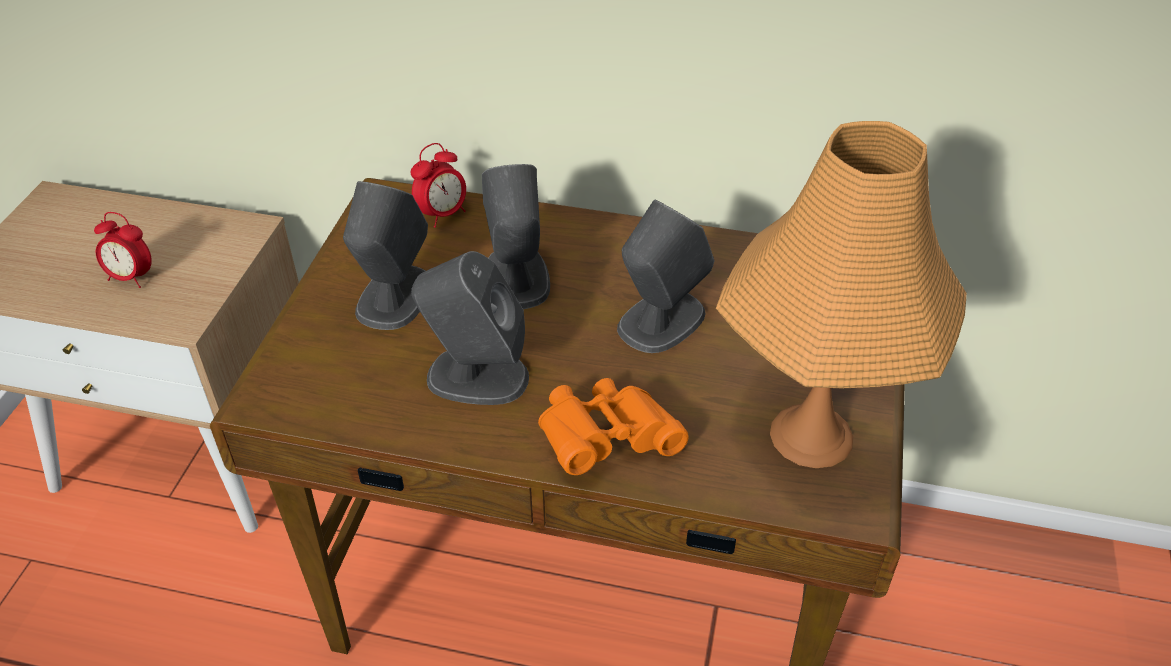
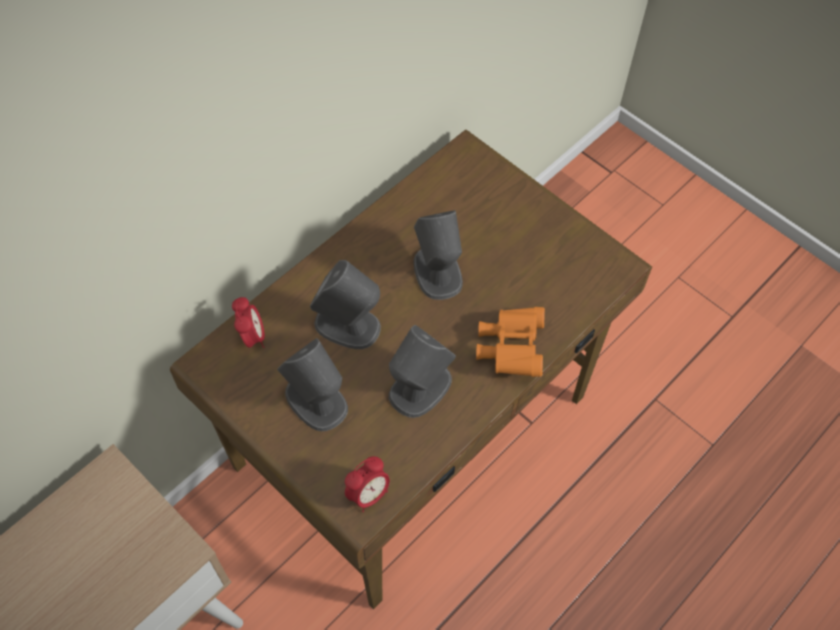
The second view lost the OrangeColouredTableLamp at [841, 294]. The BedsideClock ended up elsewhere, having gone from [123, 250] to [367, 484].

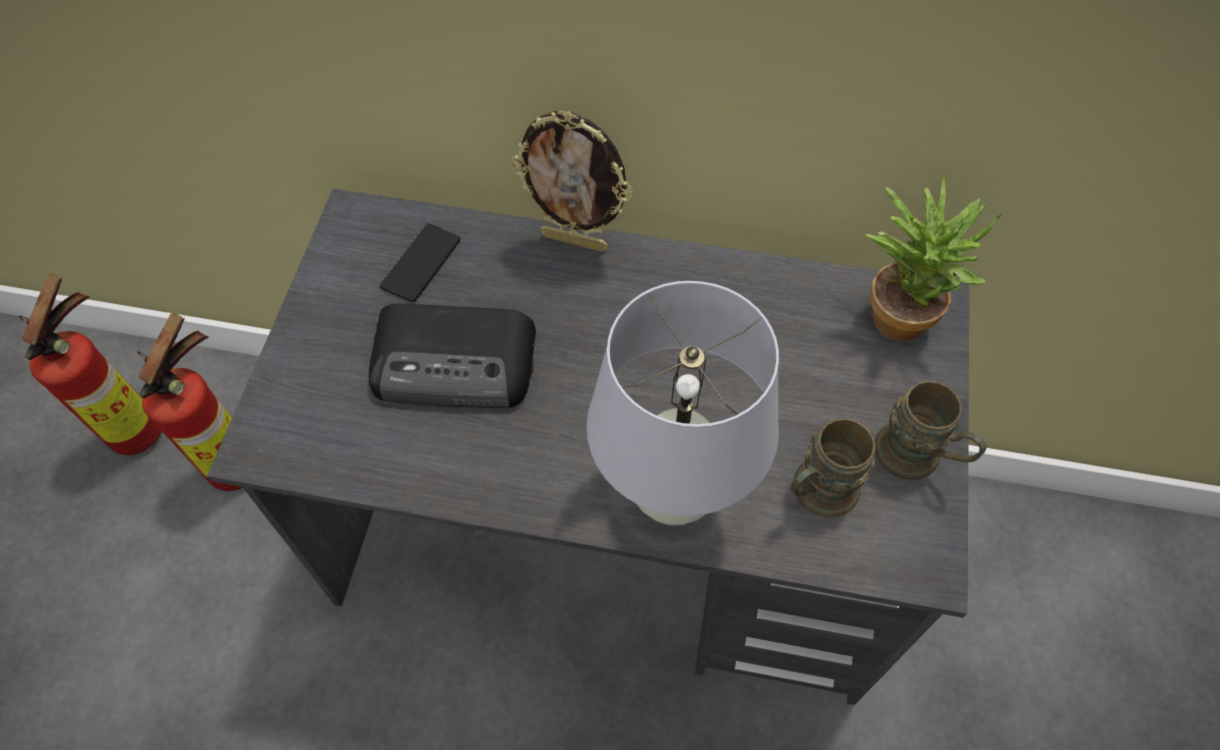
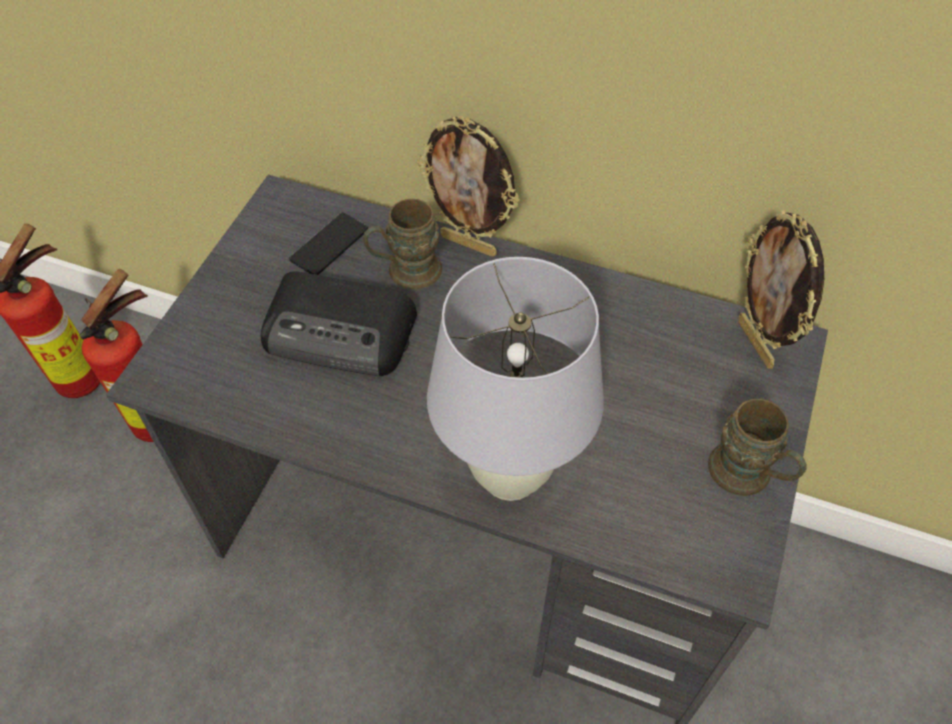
Where the PlantInAPot stood at [933, 258], the PictureFrame came to stand at [781, 289]. The BrownishCoffeeMug ended up elsewhere, having gone from [833, 468] to [402, 244].

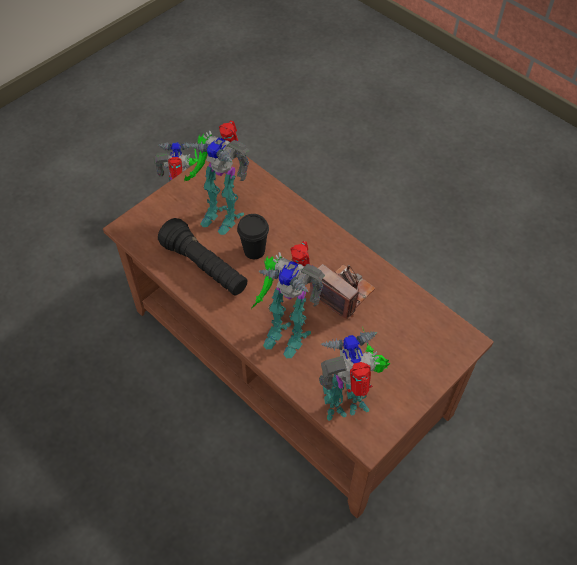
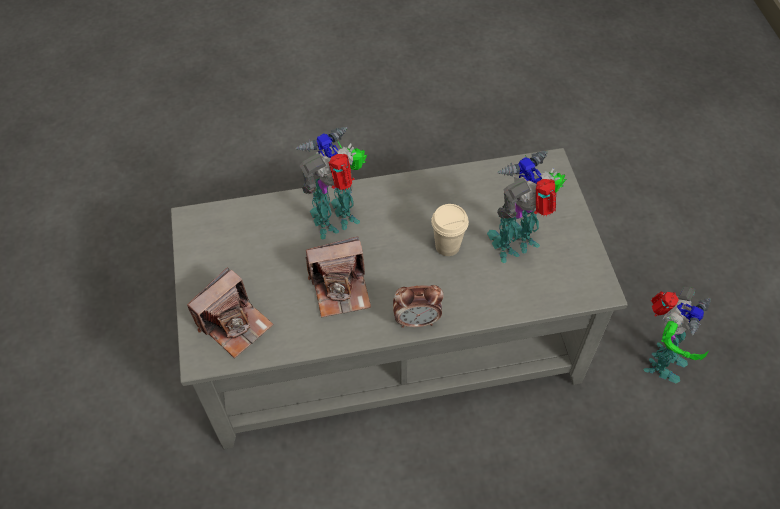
What was the BrownishCoffeeTable at [298, 336] turned into the GreyCoffeeTable at [399, 298]. What was the BlackSmallCup at [253, 236] turned into the BeigeColouredSmallCup at [450, 230]. The second view lost the BlackHandTorch at [203, 257]. The second view lost the ToyRobot at [355, 374]. The second view gained the PhotoCamera at [230, 312]. The second view gained the BedsideClock at [418, 306].

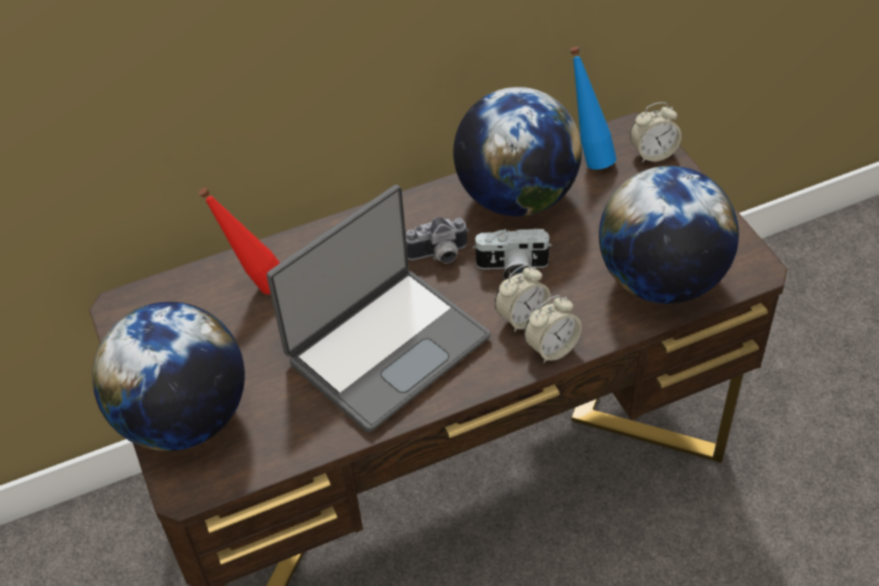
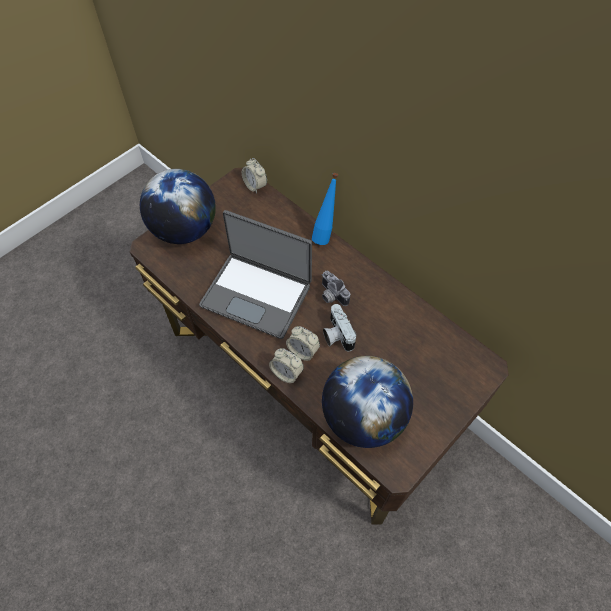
The BlueBeverageBottle ended up elsewhere, having gone from [593, 108] to [325, 209]. The second view lost the WorldGlobe at [517, 151]. The BedsideClock ended up elsewhere, having gone from [656, 132] to [254, 175]. The second view lost the ReddishBeverageBottle at [239, 240].

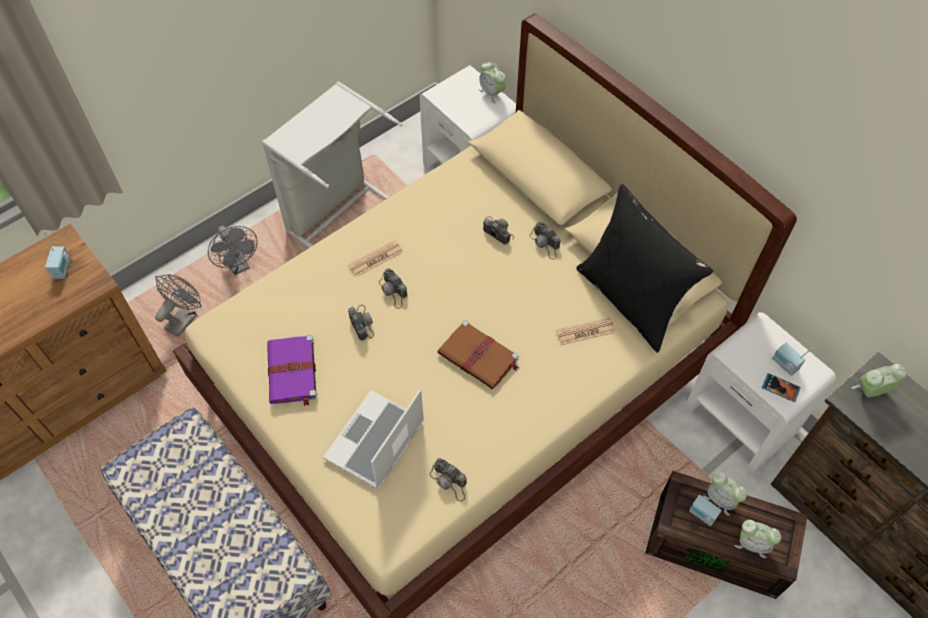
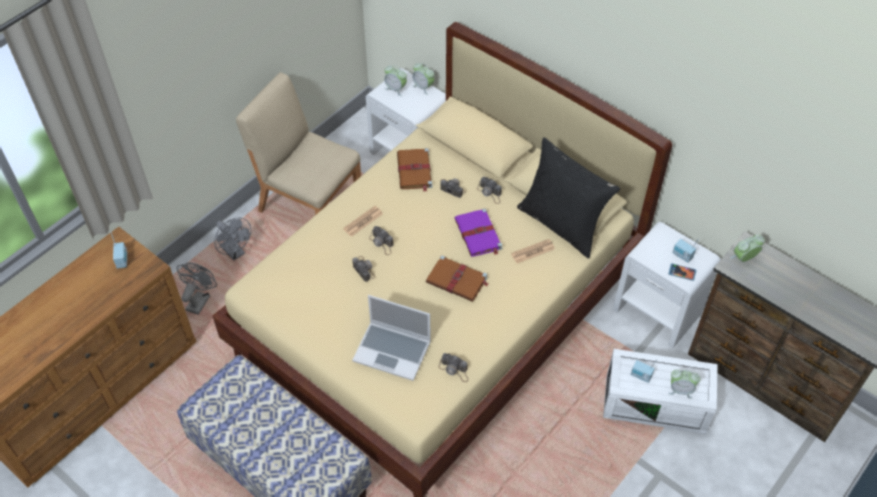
Where the GreyHamper stood at [332, 164], the BeigeColouredPlainChair came to stand at [298, 143]. The PurpleVolume ended up elsewhere, having gone from [292, 370] to [478, 233]. The Laptop at [373, 439] ended up facing another way, 90 degrees counterclockwise from before. What was the BrownishStorageBin at [726, 535] turned into the WhiteStorageBin at [660, 391]. The BedsideClock ended up elsewhere, having gone from [725, 494] to [395, 80]. The second view gained the BrownishVolume at [414, 170].

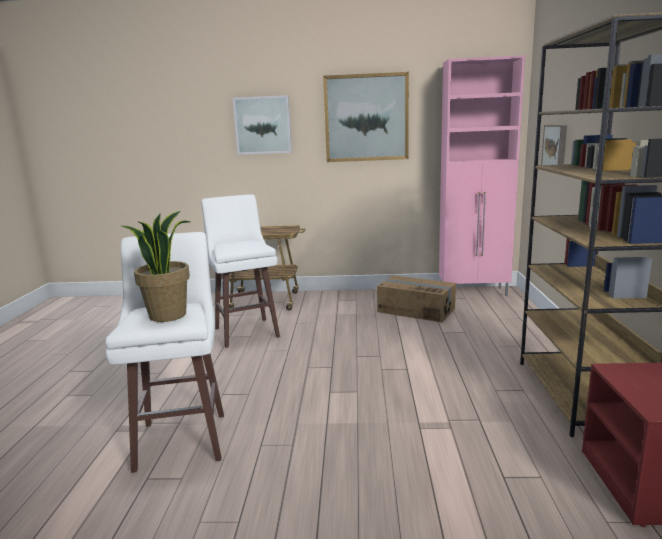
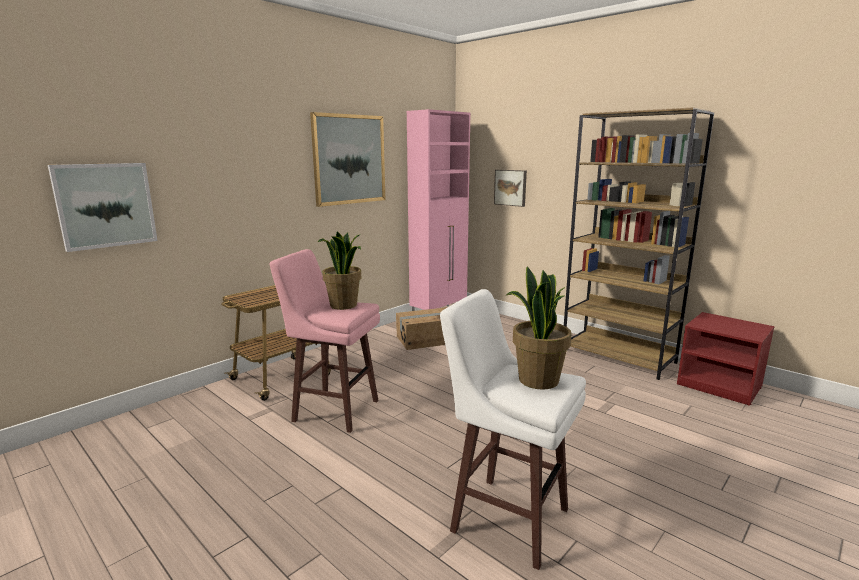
The Picture ended up elsewhere, having gone from [262, 125] to [103, 207]. What was the WhiteSittingStool at [240, 271] turned into the PinkishSittingStool at [325, 341]. The second view gained the PlantInAPot at [339, 270].

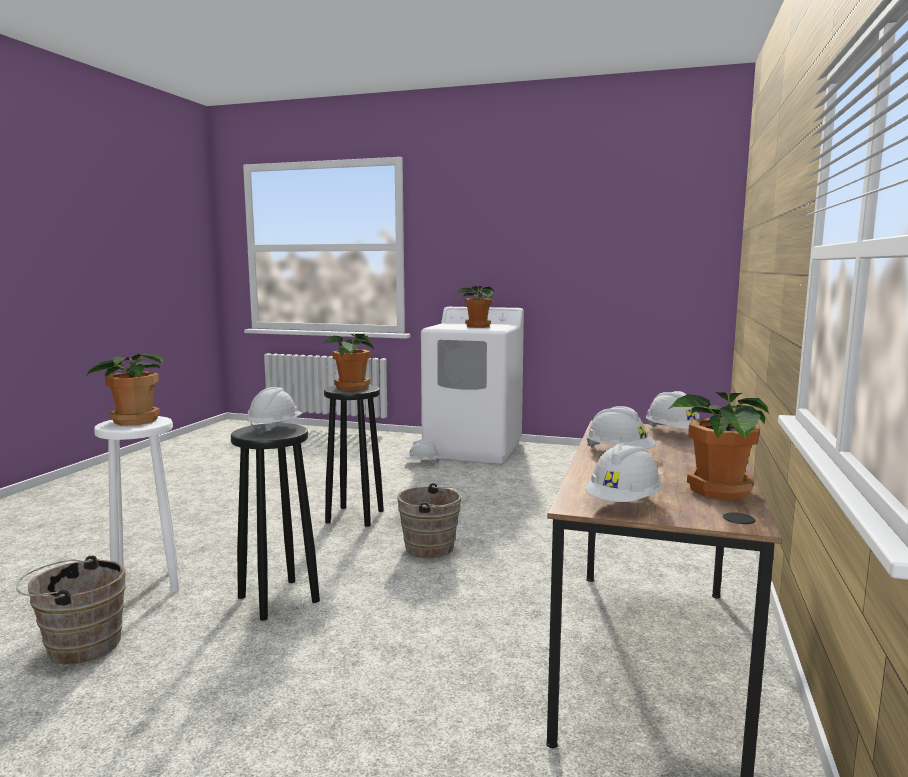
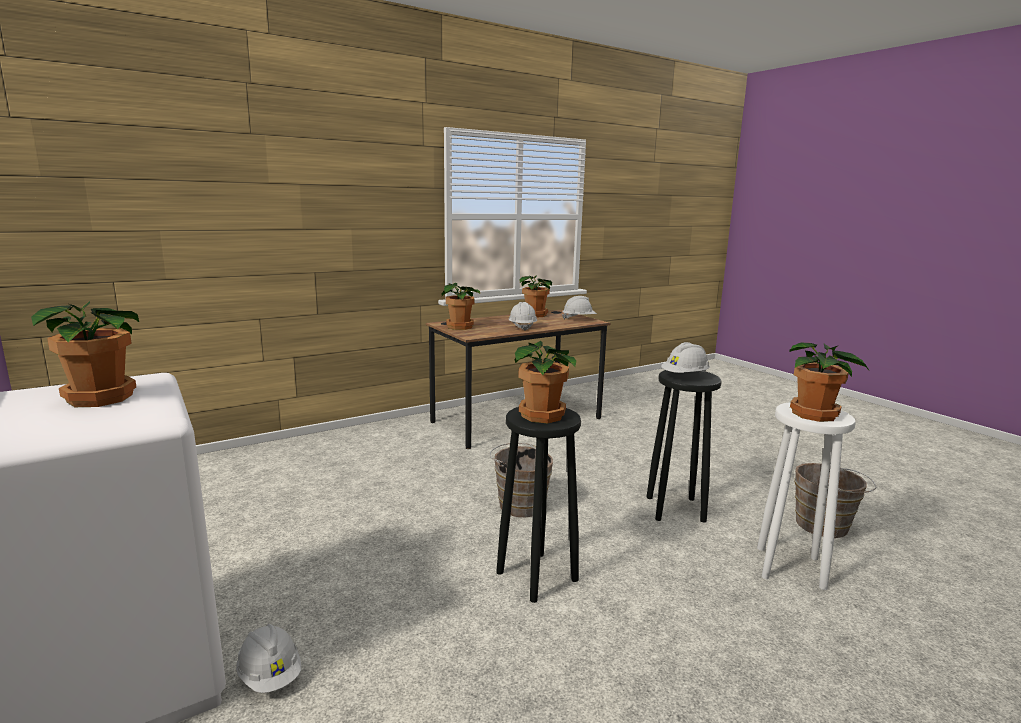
Where the WhiteSafetyHelmet stood at [673, 410], the PlantInAPot came to stand at [461, 306].

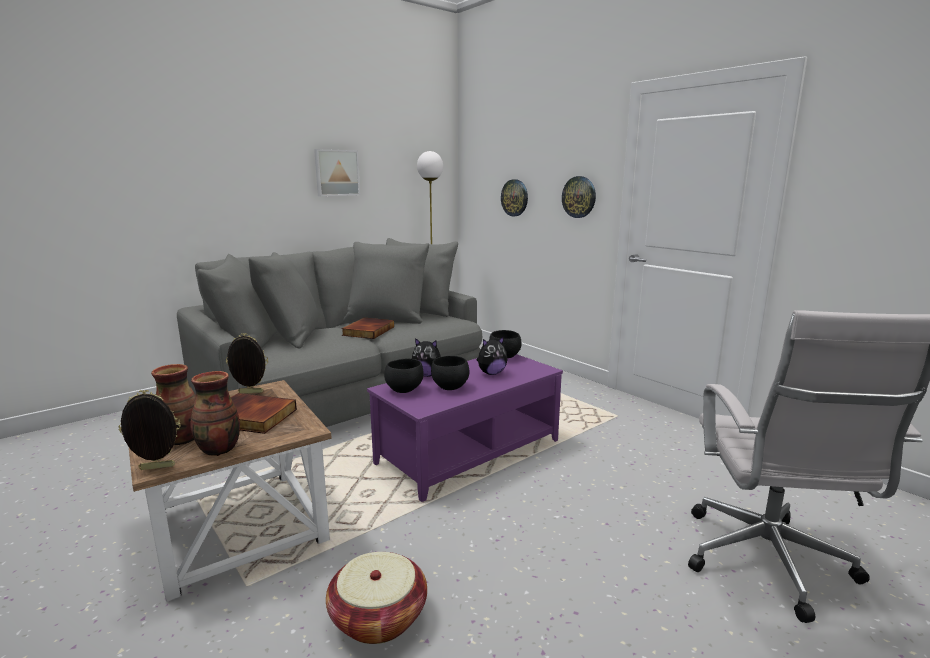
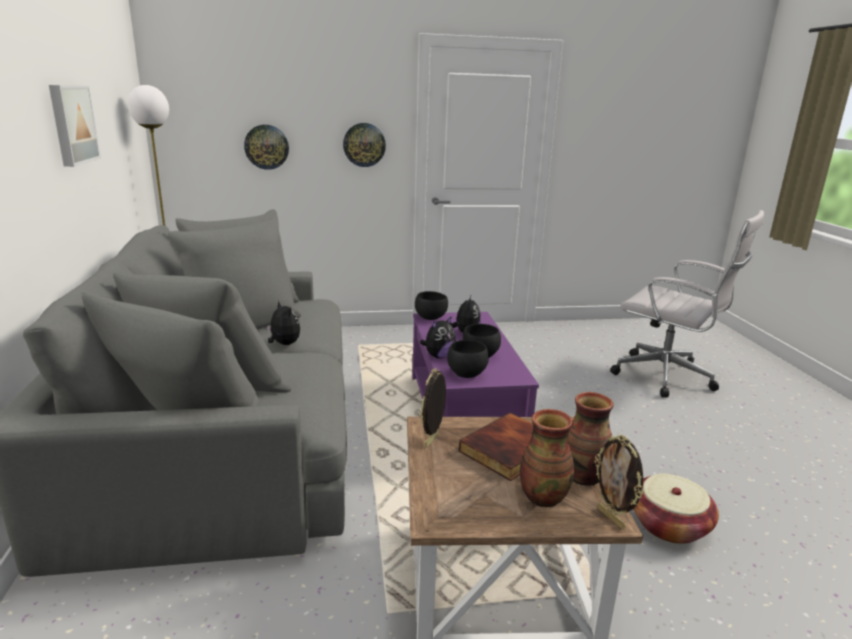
Where the Volume stood at [368, 328], the CuddlyToy came to stand at [283, 323]. The PictureFrame at [149, 430] ended up facing another way, 45 degrees counterclockwise from before.

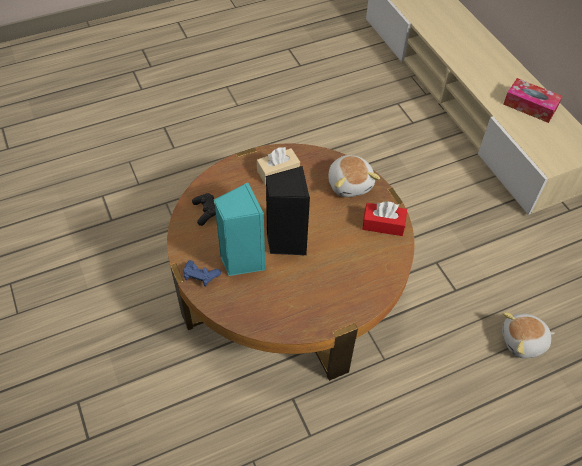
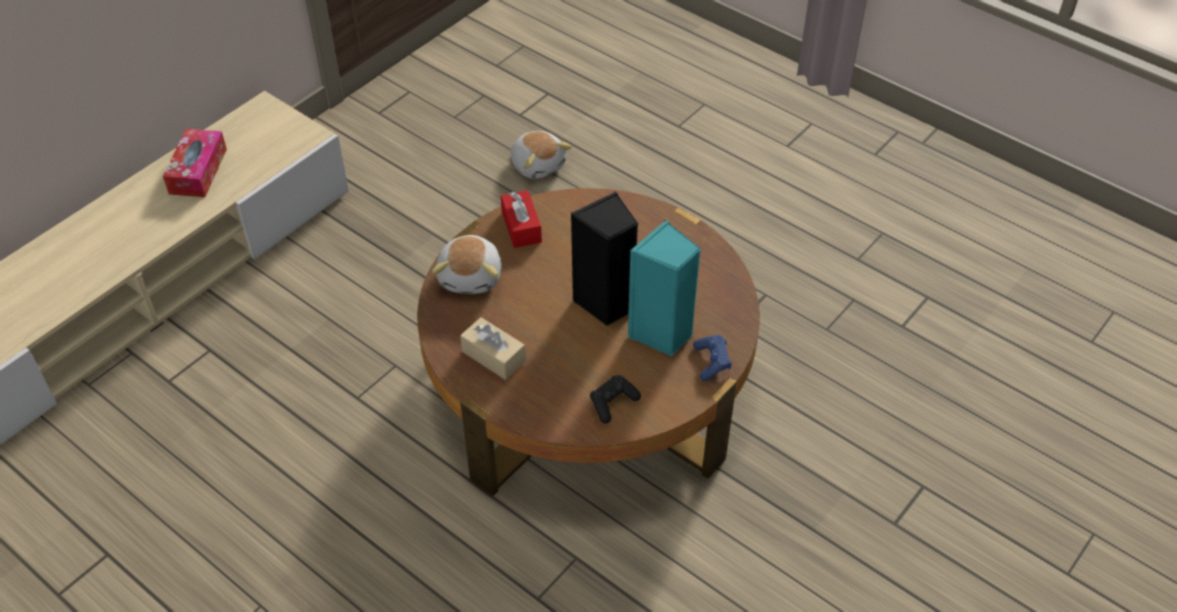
The CuddlyToy at [354, 176] ended up facing another way, 135 degrees clockwise from before.

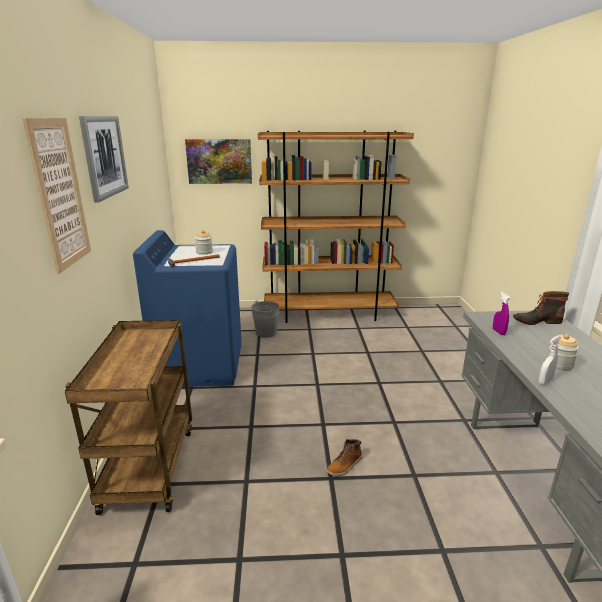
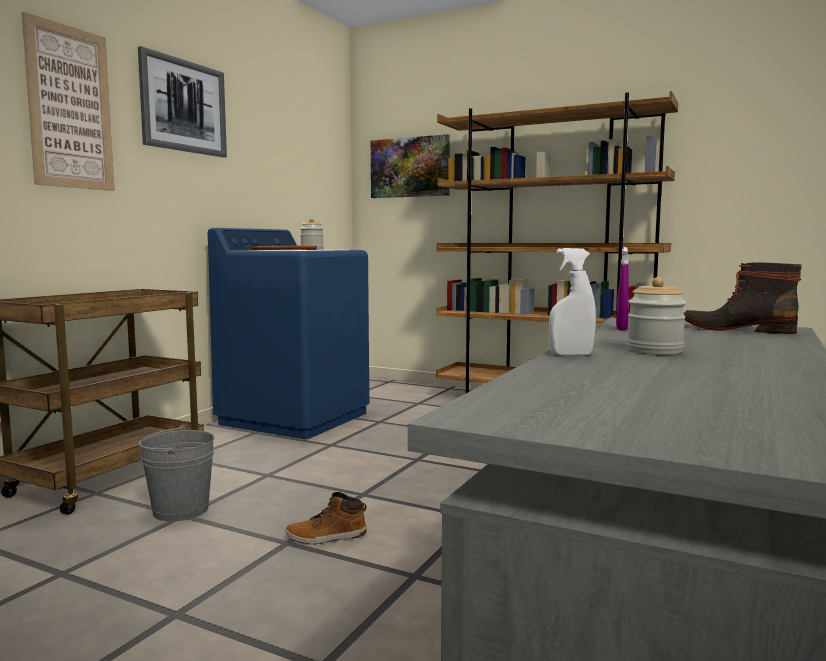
The GreyWaterBucket ended up elsewhere, having gone from [265, 319] to [176, 473].

